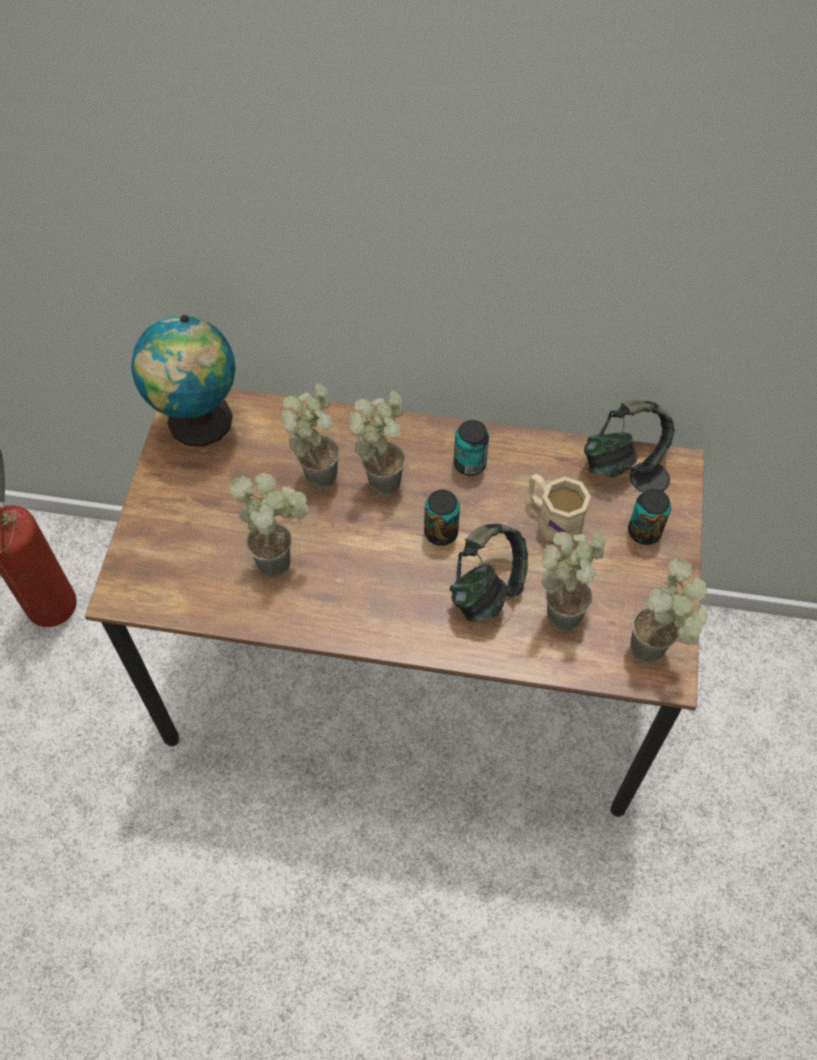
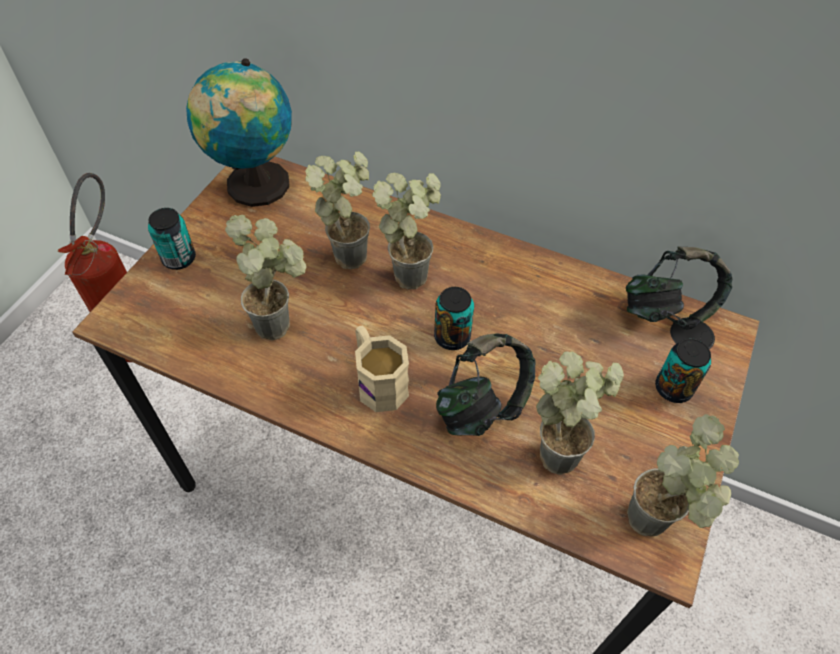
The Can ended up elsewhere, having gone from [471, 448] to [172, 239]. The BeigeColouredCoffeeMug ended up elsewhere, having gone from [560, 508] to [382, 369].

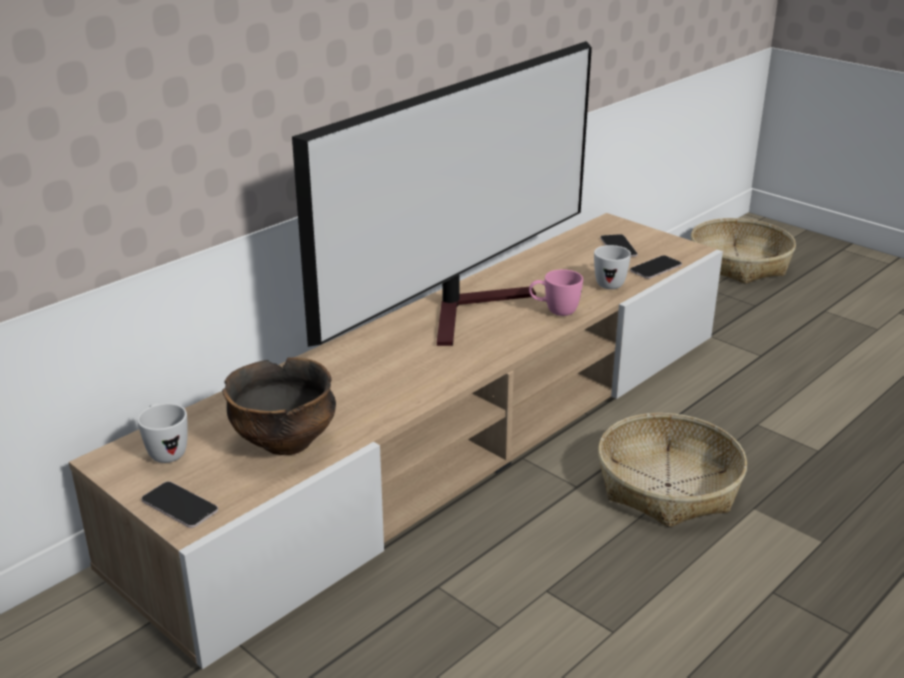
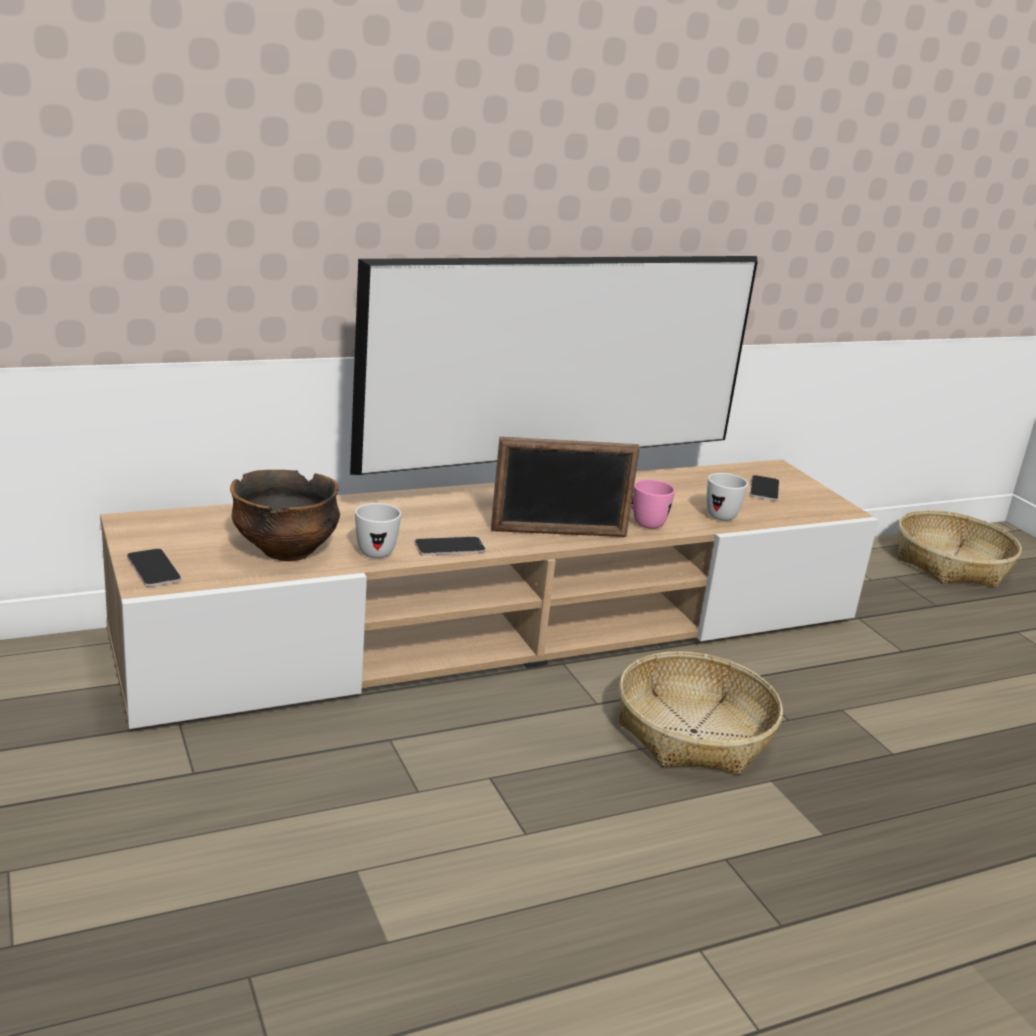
The Phone ended up elsewhere, having gone from [656, 267] to [450, 545]. The WhiteCoffeeMug ended up elsewhere, having gone from [162, 433] to [378, 530]. The second view gained the PictureFrame at [565, 487].

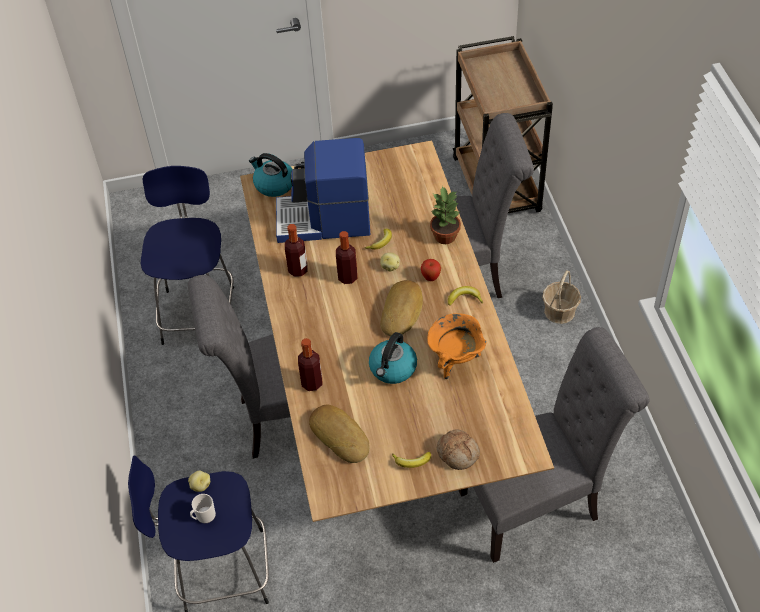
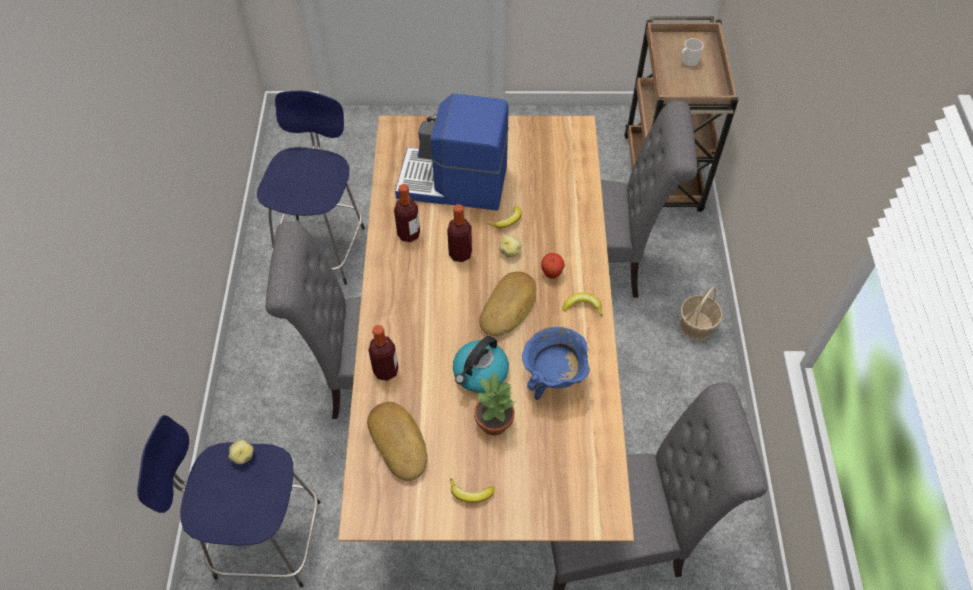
The second view lost the Kettle at [271, 175]. The PlantInAPot ended up elsewhere, having gone from [445, 215] to [494, 404]. What was the OrangeColouredCookingPot at [456, 346] turned into the BlueCookingPot at [556, 363]. The second view lost the BakeryBread at [458, 449]. The CoffeeMug ended up elsewhere, having gone from [203, 508] to [692, 52].

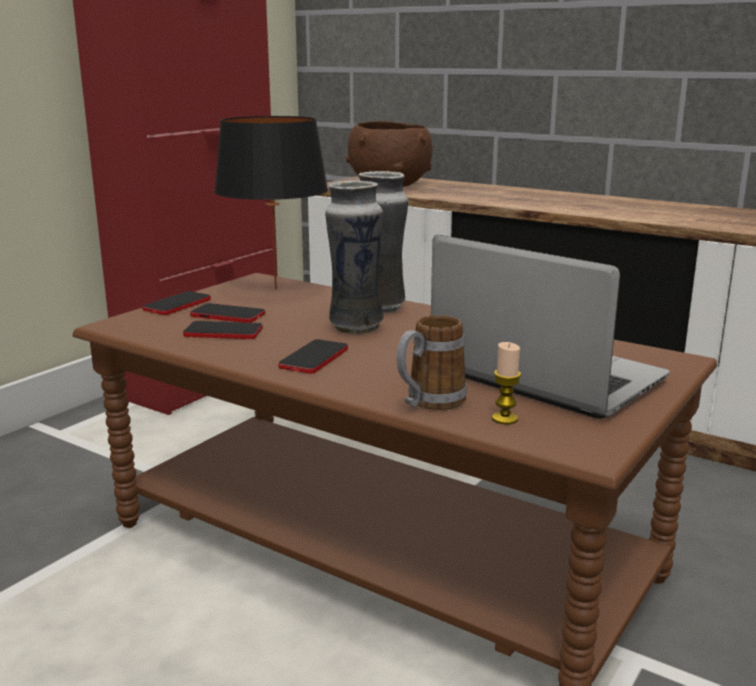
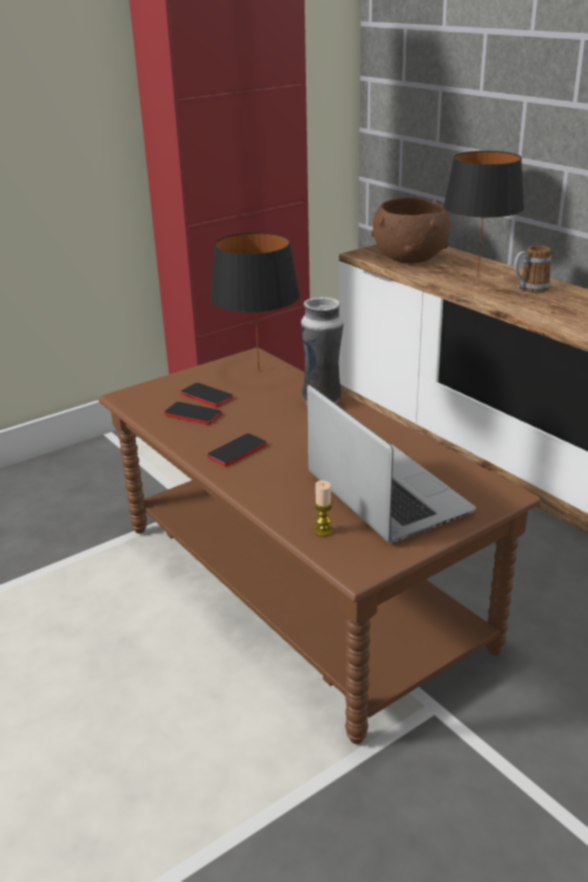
The second view lost the Vase at [354, 257]. The second view lost the Phone at [176, 303]. The CoffeeMug ended up elsewhere, having gone from [432, 362] to [532, 269]. The second view gained the BlackTableLamp at [483, 214].

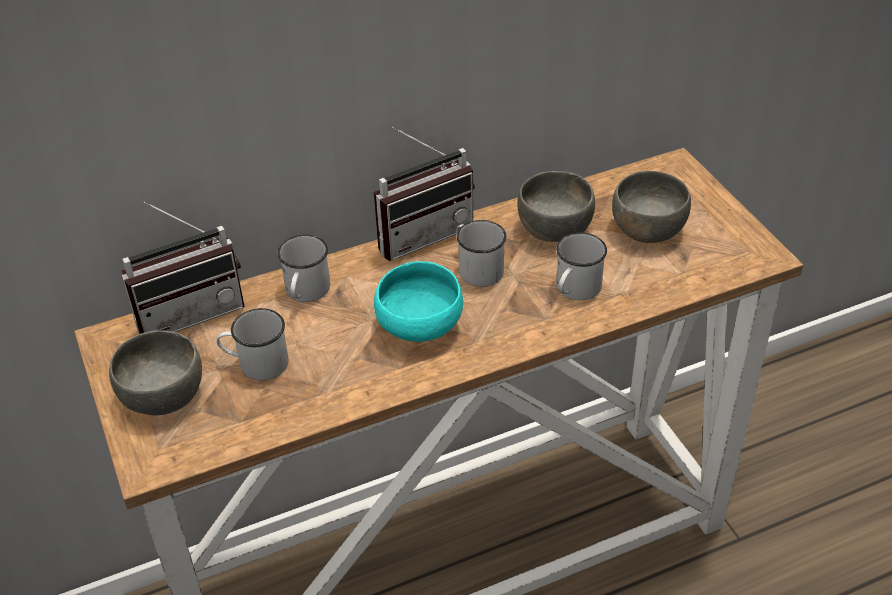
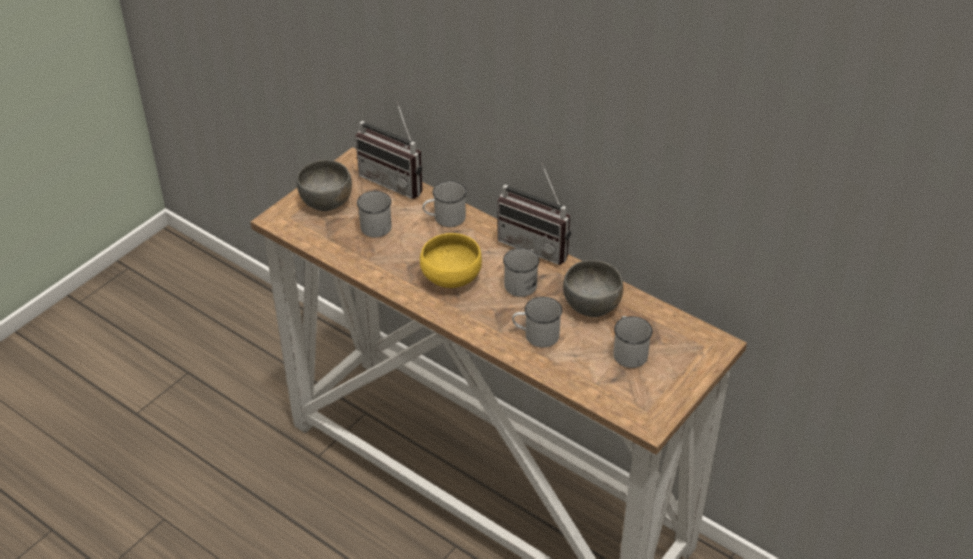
Where the GreyServingBowl stood at [651, 207], the WhiteCoffeeMug came to stand at [633, 342]. What was the TurquoiseColouredServingBowl at [418, 301] turned into the YellowColouredServingBowl at [451, 260].

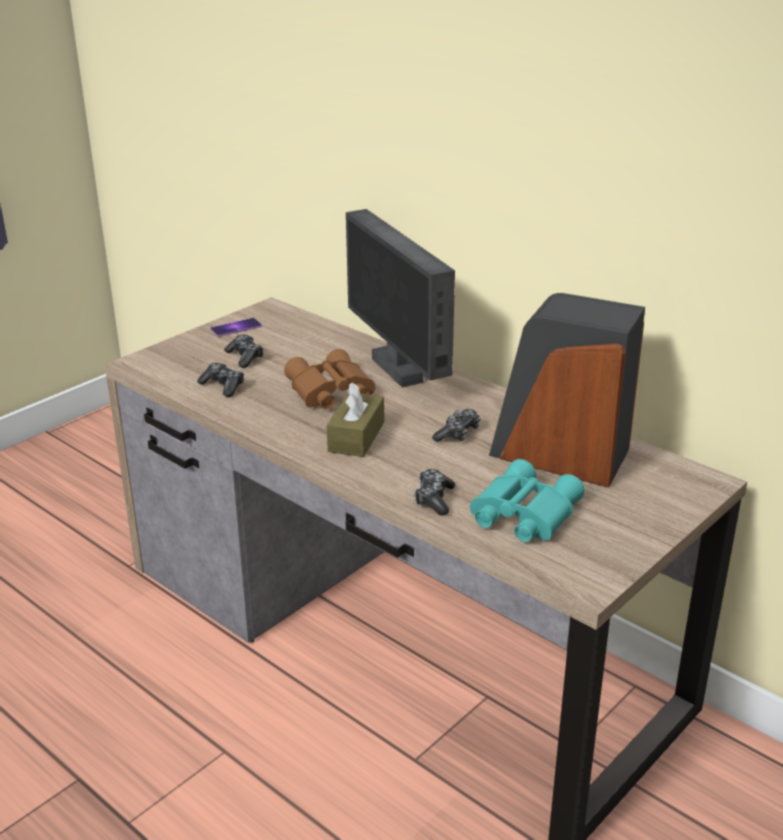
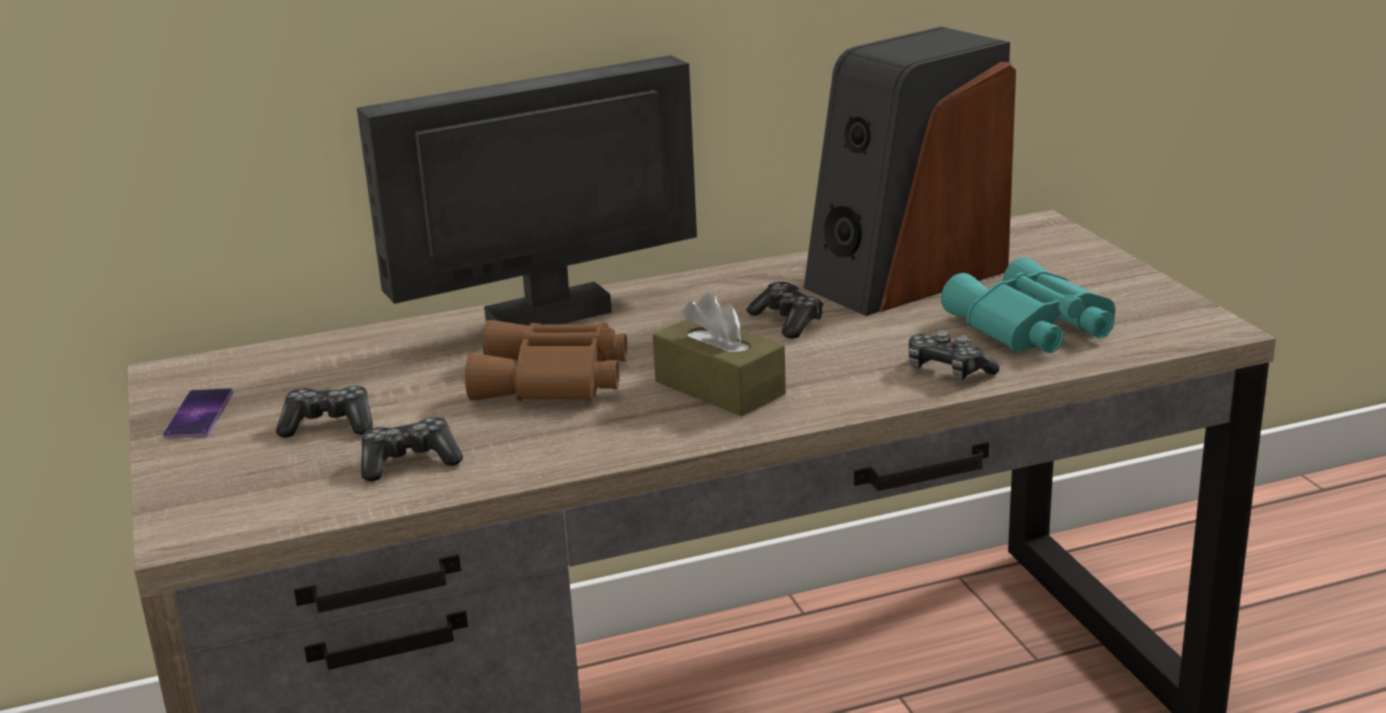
The ComputerScreen at [400, 298] ended up facing another way, 150 degrees clockwise from before.

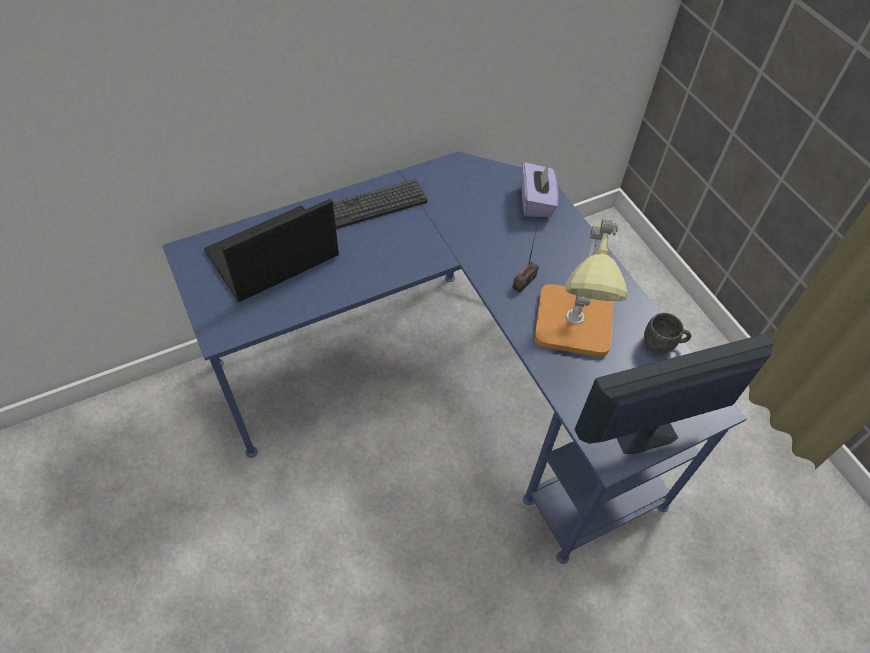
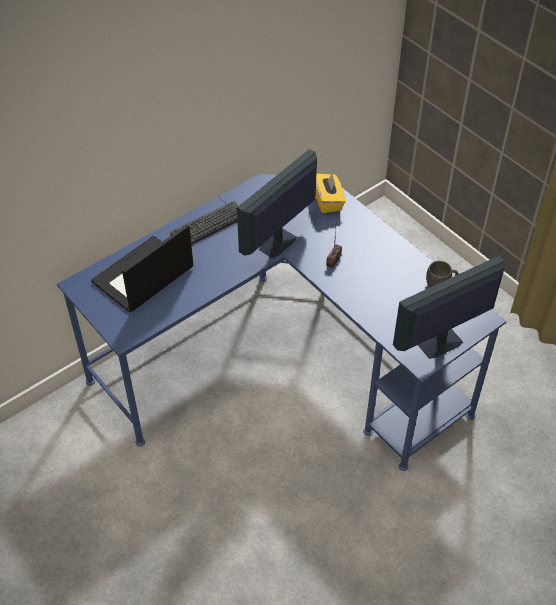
What was the PurpleTissueHolder at [539, 189] turned into the YellowColouredTissueHolder at [330, 193]. The second view lost the TableLamp at [581, 288]. The second view gained the ComputerScreen at [277, 204].

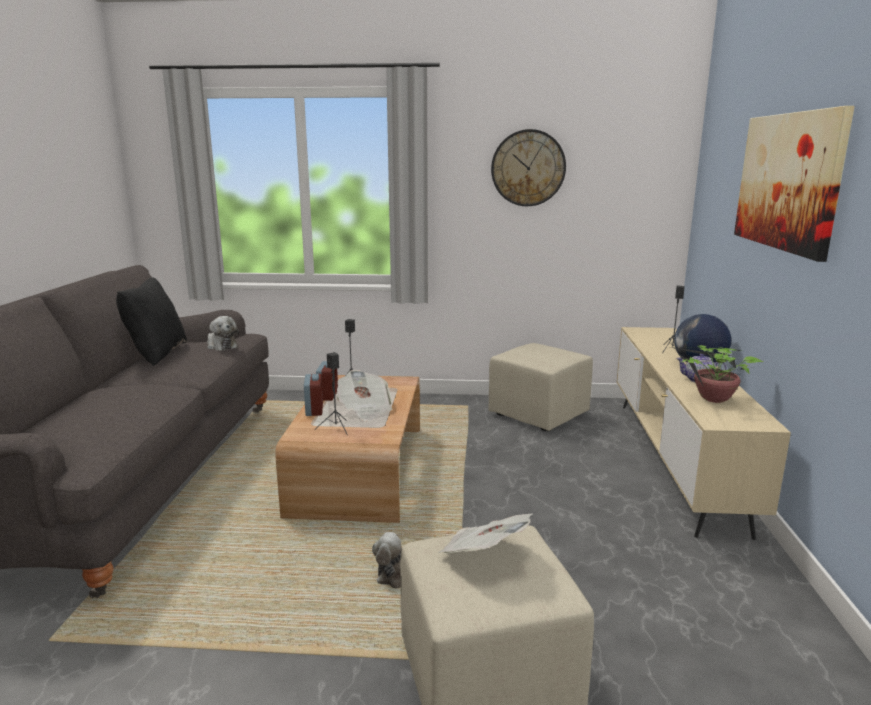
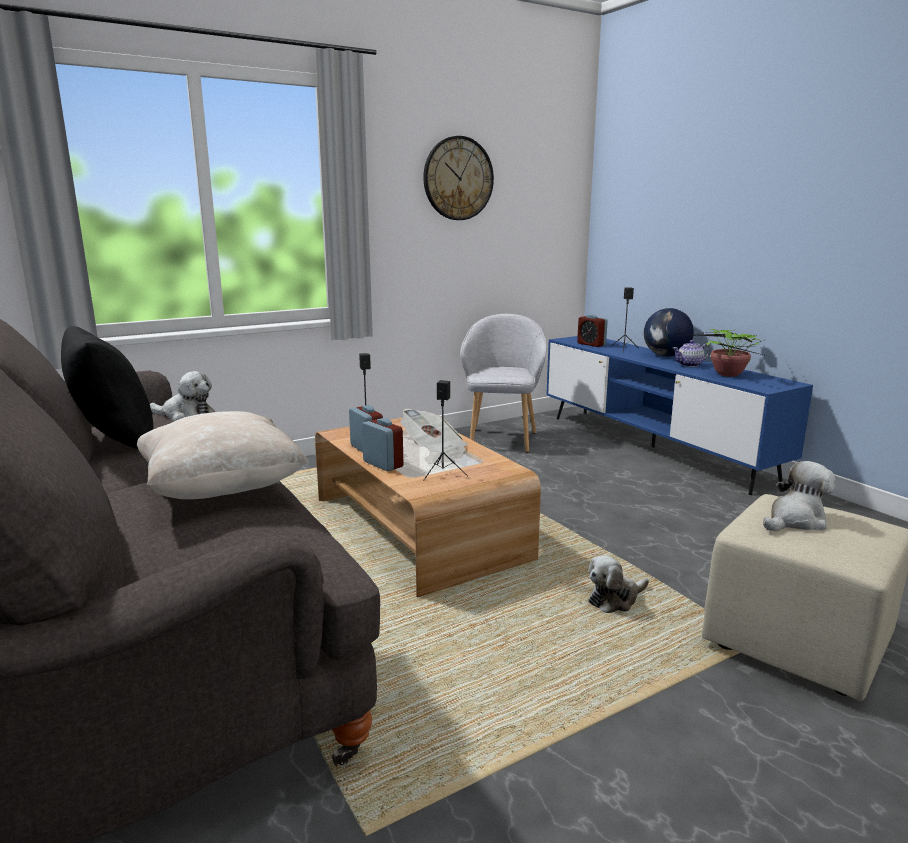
The second view lost the Picture at [794, 184]. What was the BeigeColouredTvStand at [704, 433] turned into the BlueTvStand at [679, 415]. Where the BeigeColouredFootrest stood at [540, 387], the GreyEasyChair came to stand at [504, 383]. Where the PrintedPaper stood at [485, 533], the CuddlyToy came to stand at [799, 496]. The second view gained the BedsideClock at [592, 331]. The second view gained the BeigeColouredThrowPillow at [222, 455].

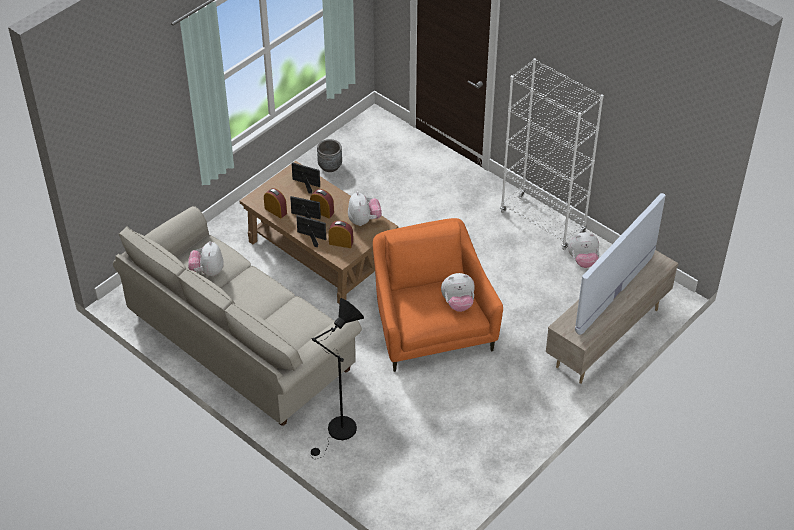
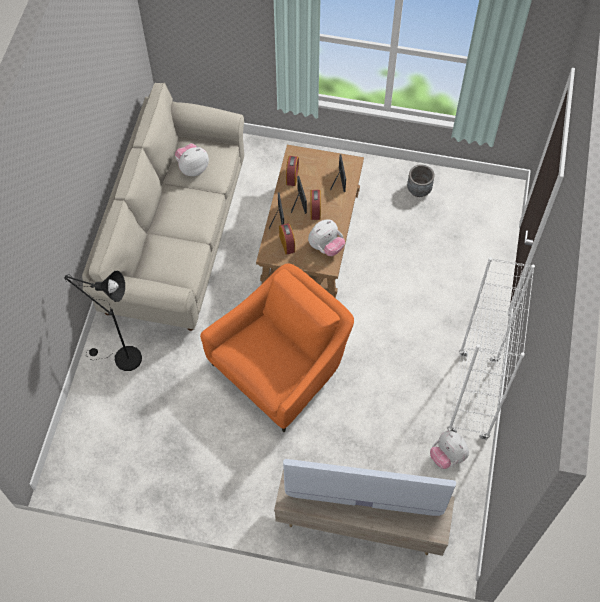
The second view lost the CuddlyToy at [458, 292].

